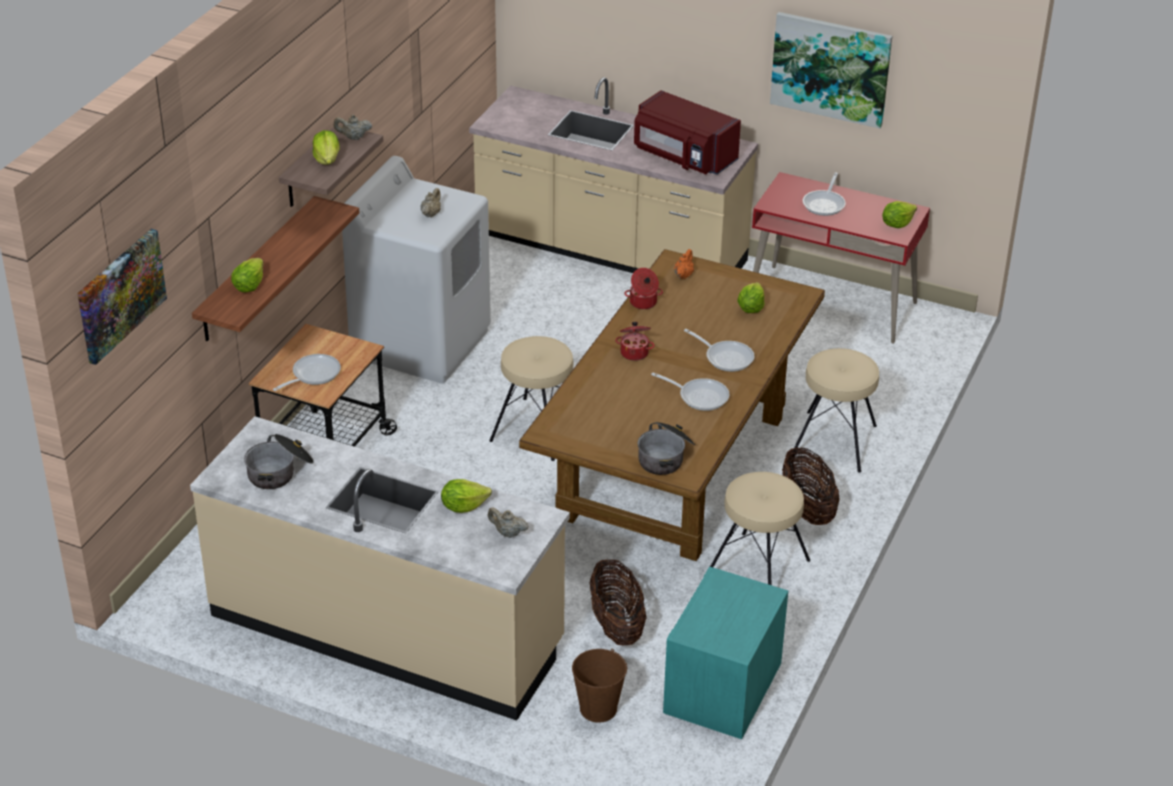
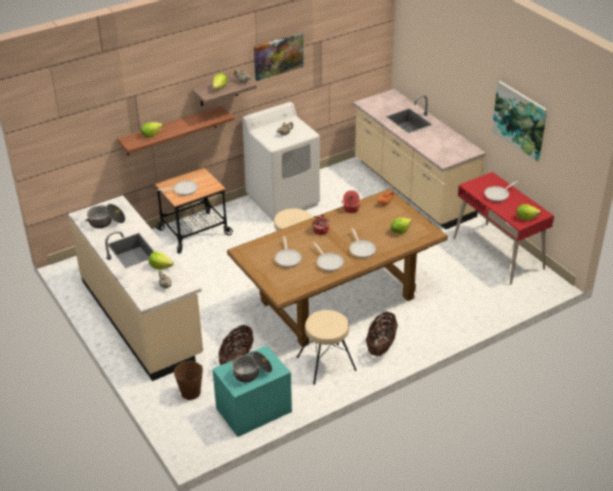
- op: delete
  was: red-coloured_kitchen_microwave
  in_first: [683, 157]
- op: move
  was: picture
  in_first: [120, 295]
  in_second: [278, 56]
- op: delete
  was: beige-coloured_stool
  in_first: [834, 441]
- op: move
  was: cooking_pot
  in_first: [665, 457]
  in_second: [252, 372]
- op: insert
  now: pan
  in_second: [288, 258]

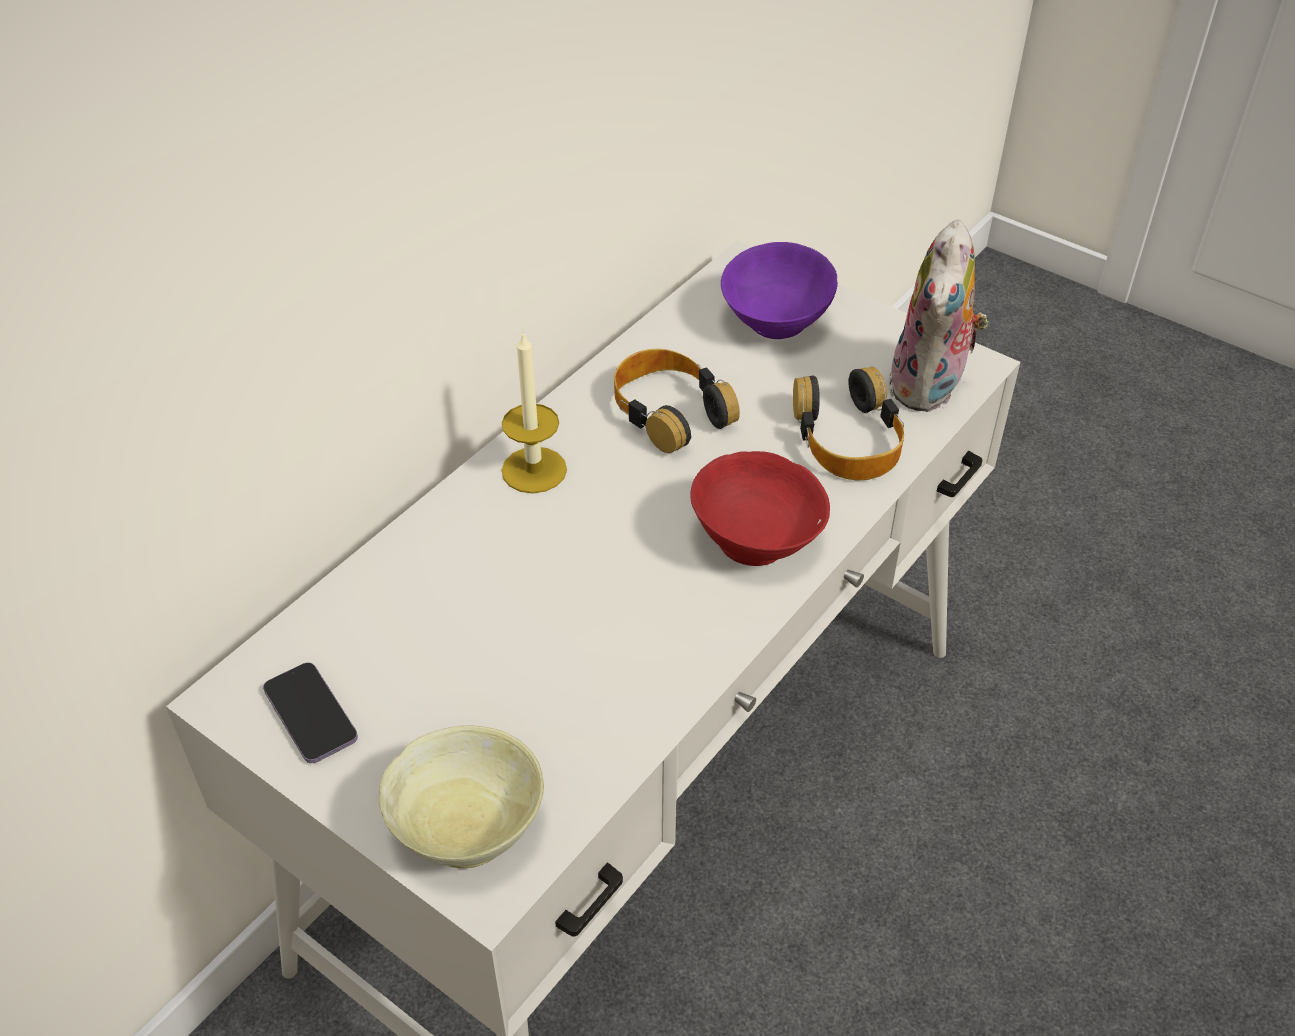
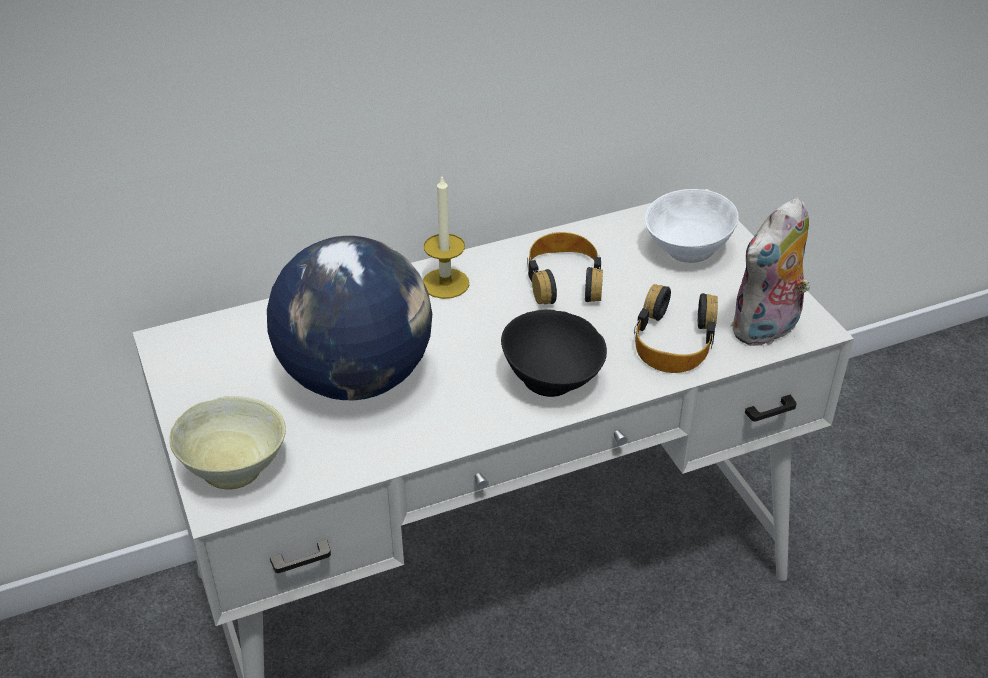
- op: recolor
  was: purple-coloured_deep_dish
  now: white_deep_dish
  in_first: [774, 323]
  in_second: [686, 250]
- op: recolor
  was: red-coloured_deep_dish
  now: blackish_deep_dish
  in_first: [757, 544]
  in_second: [552, 382]
- op: delete
  was: telephone
  in_first: [310, 715]
- op: insert
  now: globe
  in_second: [356, 377]

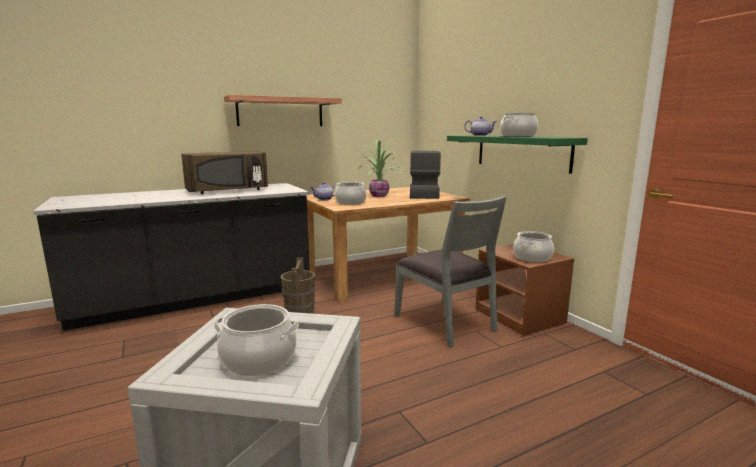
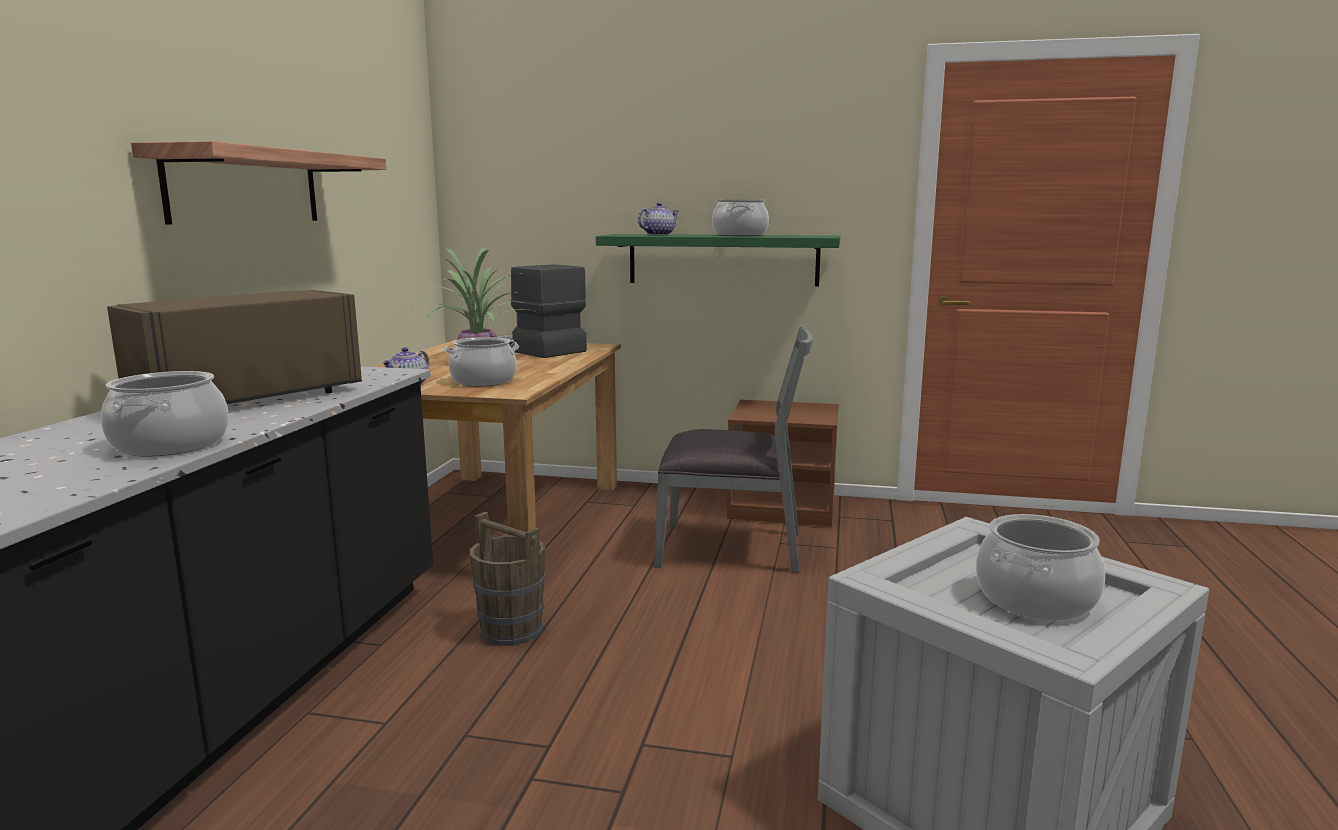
- op: rotate
  was: brownish_kitchen_microwave
  in_first: [228, 191]
  in_second: [245, 399]
  clockwise: -150
- op: move
  was: cooking_pot
  in_first: [532, 258]
  in_second: [171, 445]

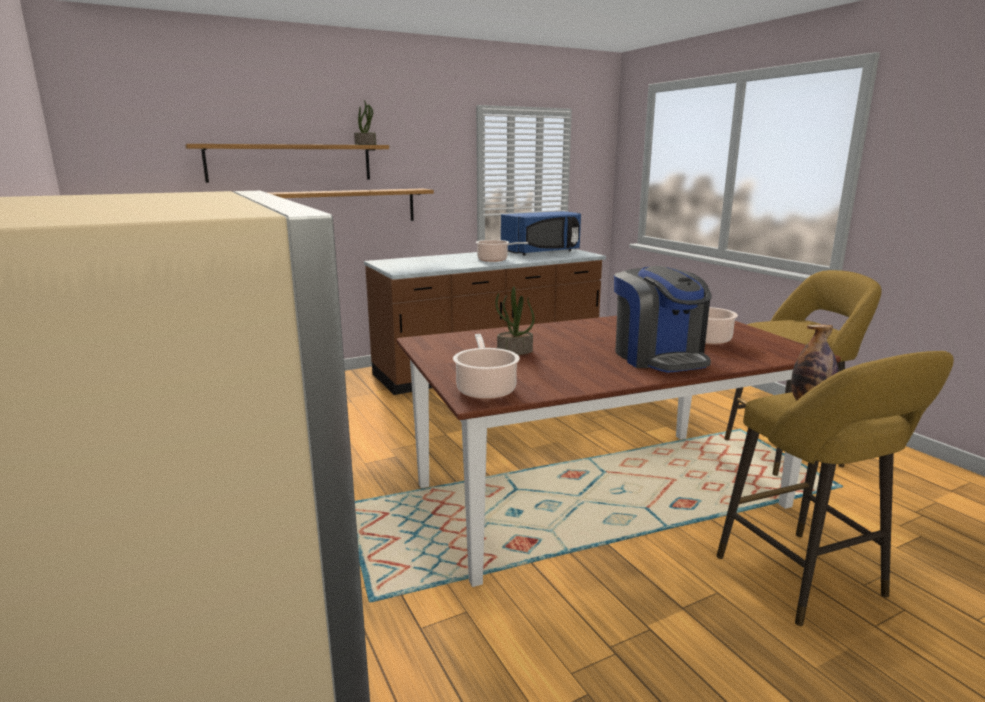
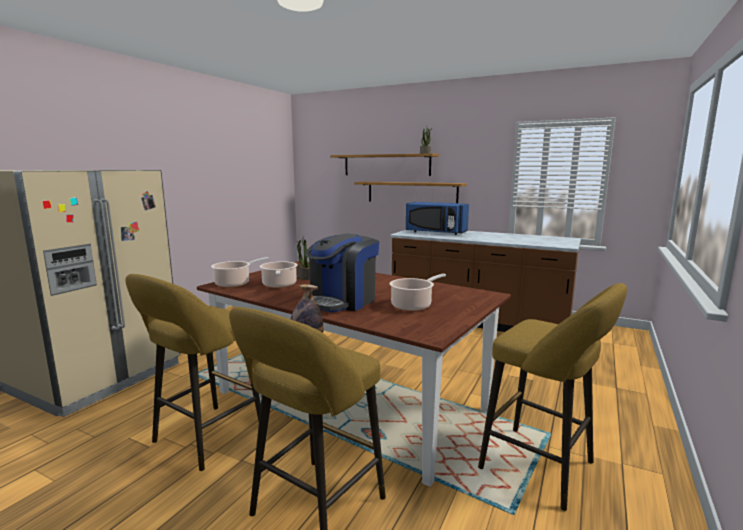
- op: move
  was: bluish_kitchen_microwave
  in_first: [542, 252]
  in_second: [435, 232]
- op: move
  was: cooking_pot
  in_first: [494, 260]
  in_second: [279, 285]
- op: insert
  now: yellow_stool
  in_second: [204, 439]

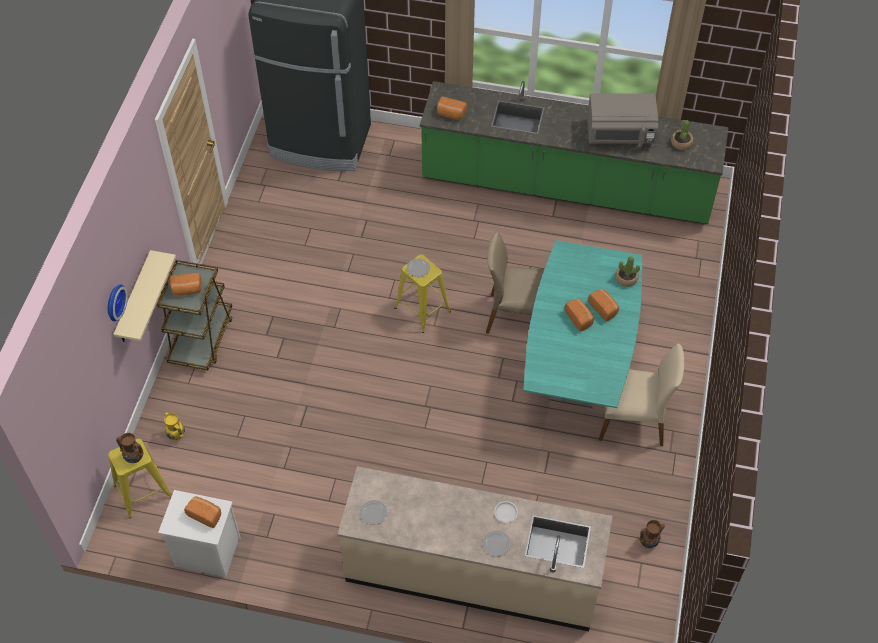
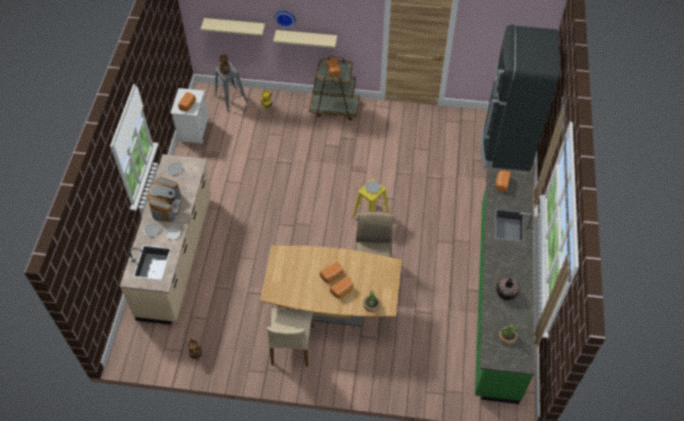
- op: replace
  was: grey_kitchen_microwave
  now: decorative_vase
  in_first: [620, 135]
  in_second: [506, 293]
- op: recolor
  was: turquoise_dining_table
  now: brownish_dining_table
  in_first: [577, 367]
  in_second: [332, 309]
- op: recolor
  was: yellow_stool
  now: grey_stool
  in_first: [143, 492]
  in_second: [231, 99]
- op: insert
  now: beige-coloured_wall_shelf
  in_second: [235, 27]
- op: insert
  now: coffee_machine
  in_second: [166, 206]

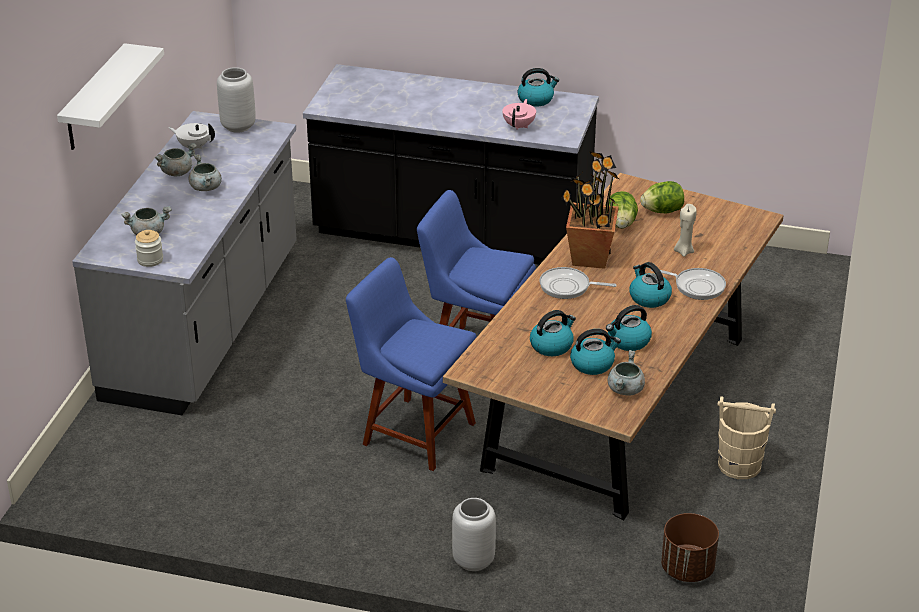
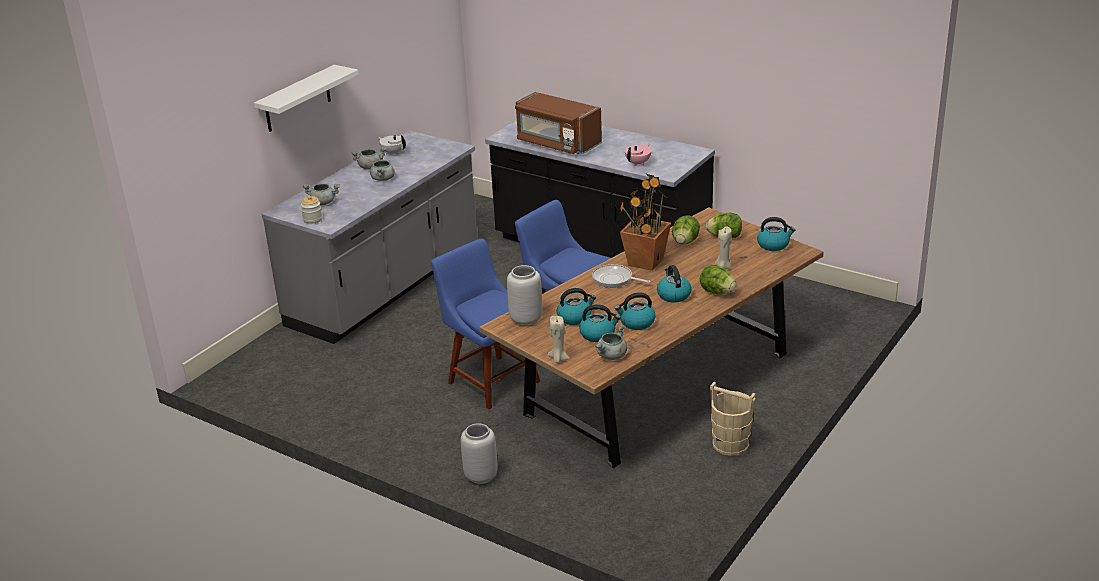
- op: move
  was: grey_decorative_vase
  in_first: [238, 126]
  in_second: [525, 320]
- op: move
  was: tea_kettle
  in_first: [536, 99]
  in_second: [773, 245]
- op: replace
  was: pan
  now: head_of_lettuce
  in_first: [696, 286]
  in_second: [717, 292]
- op: delete
  was: brownish_planter
  in_first: [687, 569]
- op: insert
  now: brownish_kitchen_microwave
  in_second: [557, 143]
- op: insert
  now: beige-coloured_candle
  in_second: [558, 359]

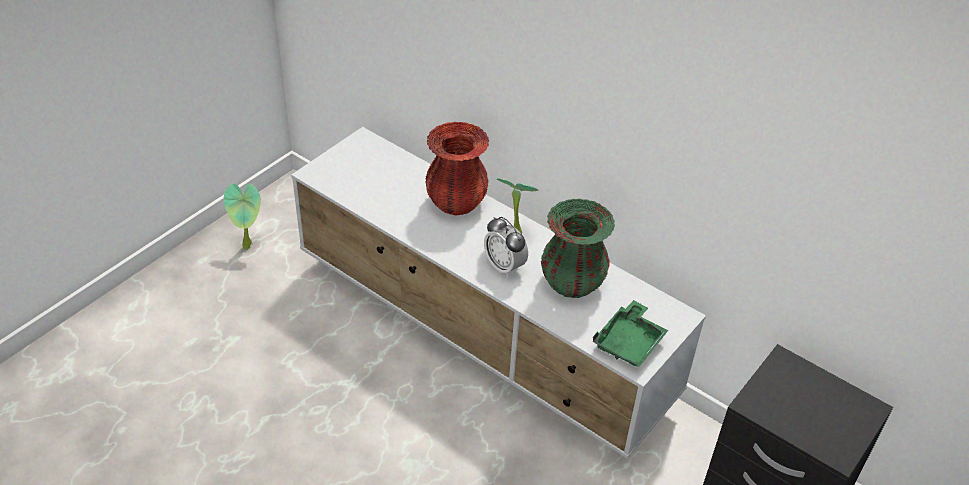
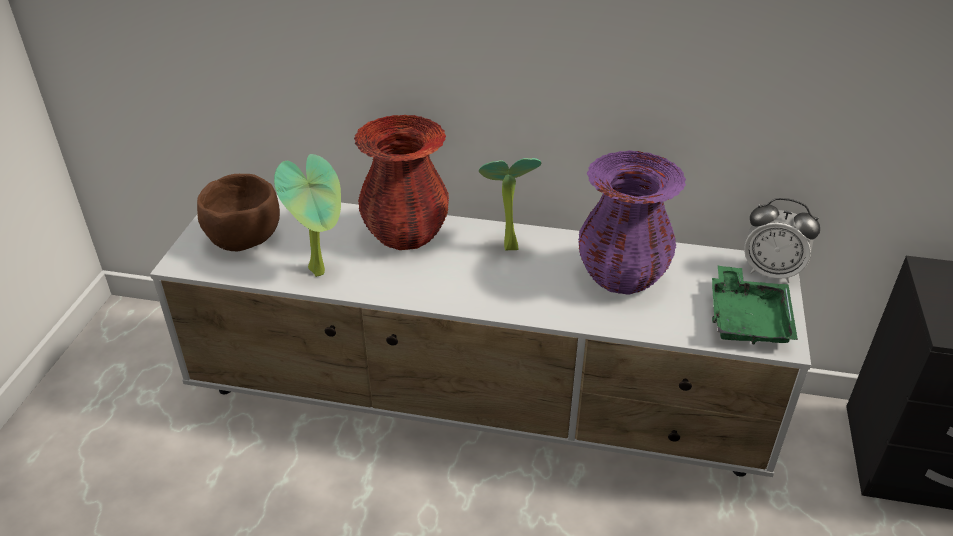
- op: move
  was: plant_in_a_pot
  in_first: [249, 246]
  in_second: [322, 270]
- op: recolor
  was: green-coloured_decorative_vase
  now: purple-coloured_decorative_vase
  in_first: [572, 283]
  in_second: [622, 276]
- op: move
  was: bedside_clock
  in_first: [504, 266]
  in_second: [771, 272]
- op: insert
  now: brownish_deep_dish
  in_second: [246, 238]

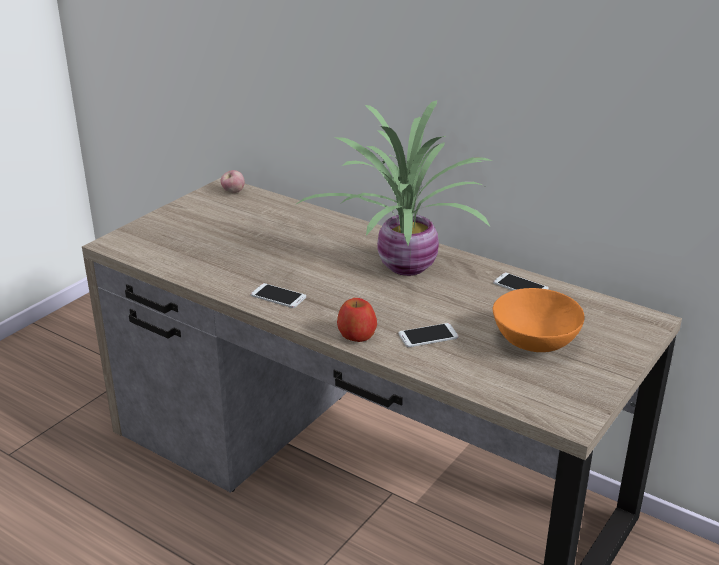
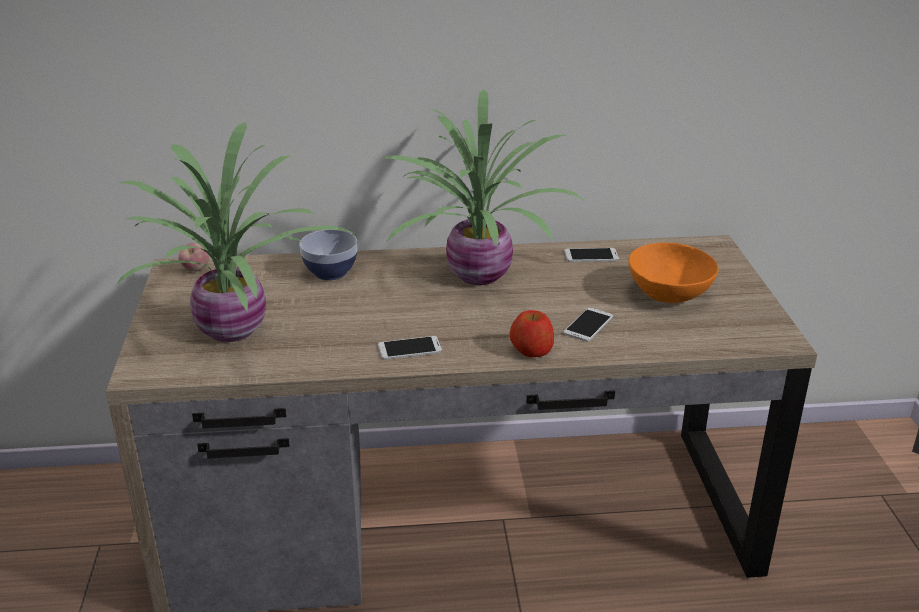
- op: insert
  now: plant_in_a_pot
  in_second: [236, 330]
- op: insert
  now: deep_dish
  in_second: [330, 272]

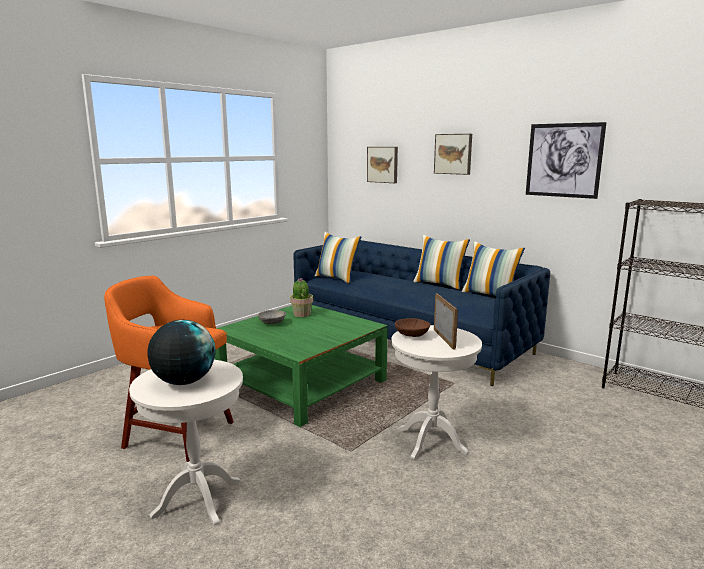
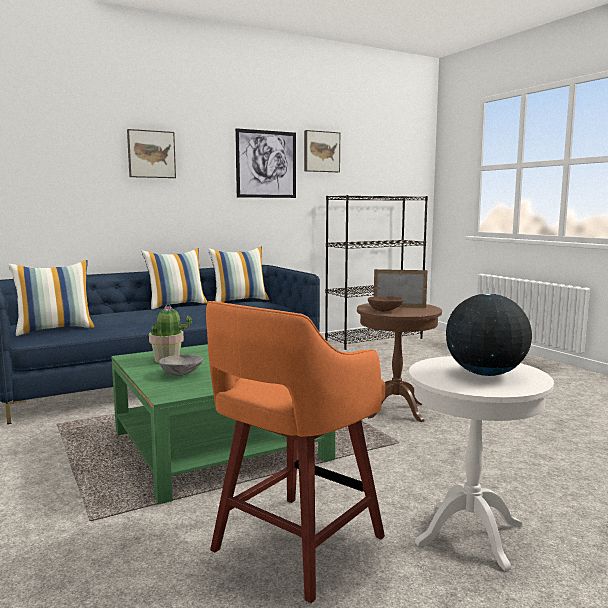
- op: move
  was: picture
  in_first: [383, 164]
  in_second: [321, 151]
- op: recolor
  was: white_side_table
  now: brownish_side_table
  in_first: [431, 441]
  in_second: [396, 410]

